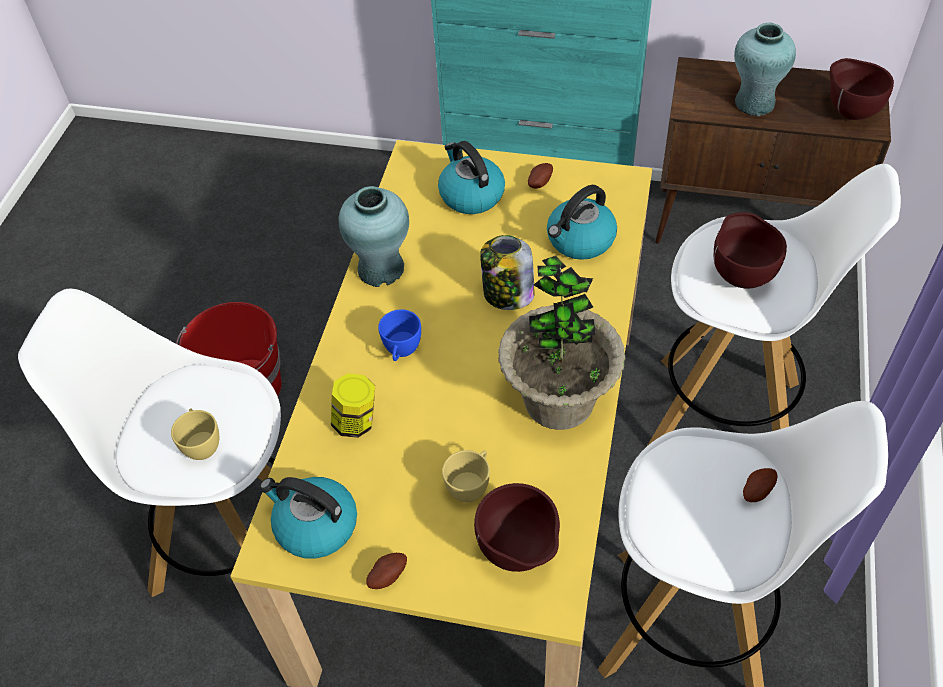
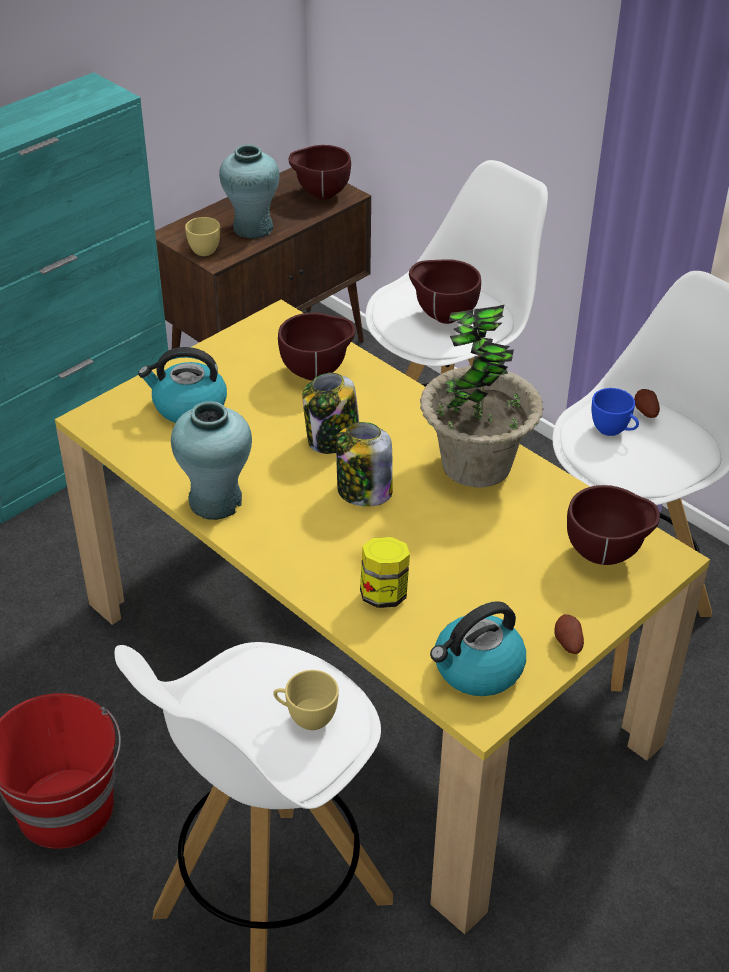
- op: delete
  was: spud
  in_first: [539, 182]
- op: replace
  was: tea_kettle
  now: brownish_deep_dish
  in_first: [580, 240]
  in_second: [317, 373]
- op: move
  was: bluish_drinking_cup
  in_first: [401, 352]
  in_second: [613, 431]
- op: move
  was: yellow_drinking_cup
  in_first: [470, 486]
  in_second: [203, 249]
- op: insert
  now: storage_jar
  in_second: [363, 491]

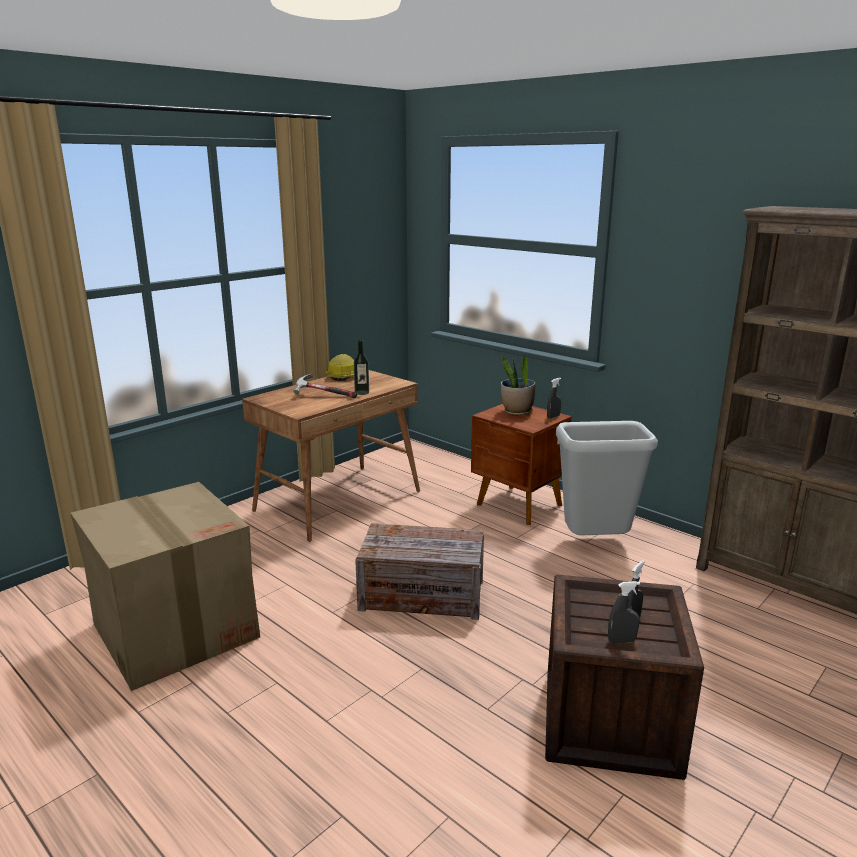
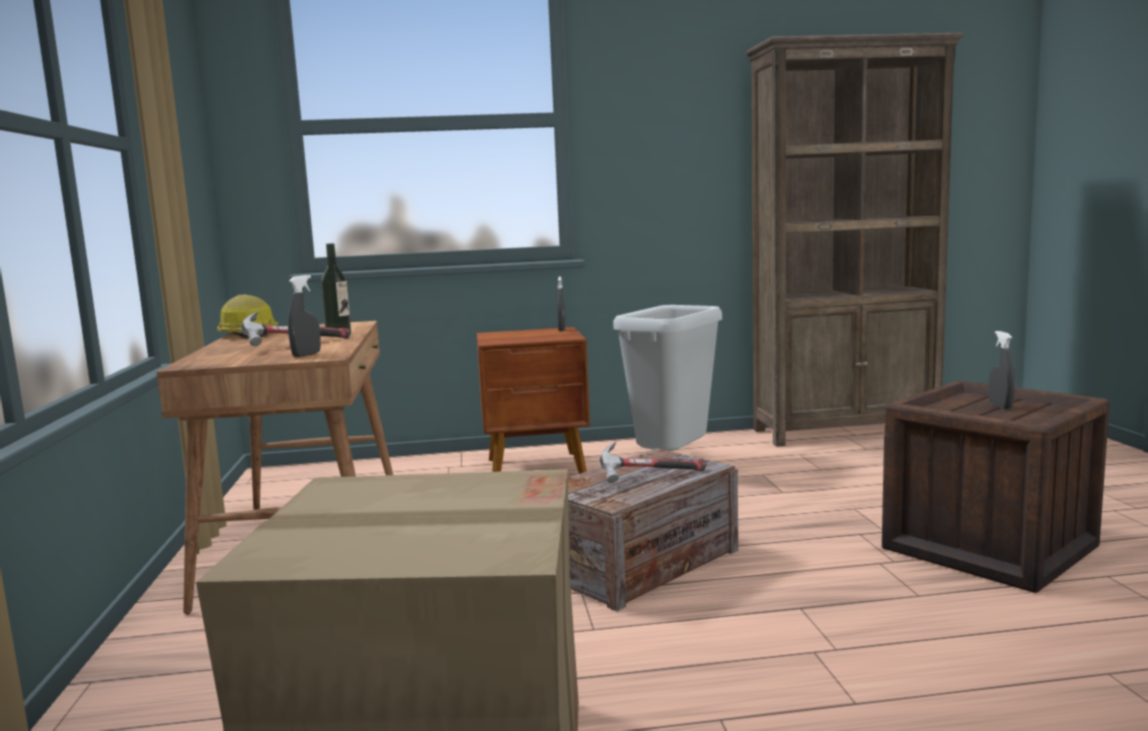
- op: delete
  was: plant_in_a_pot
  in_first: [517, 412]
- op: move
  was: grey_hand_sprayer
  in_first: [621, 641]
  in_second: [306, 355]
- op: insert
  now: hand_hammer
  in_second: [650, 477]

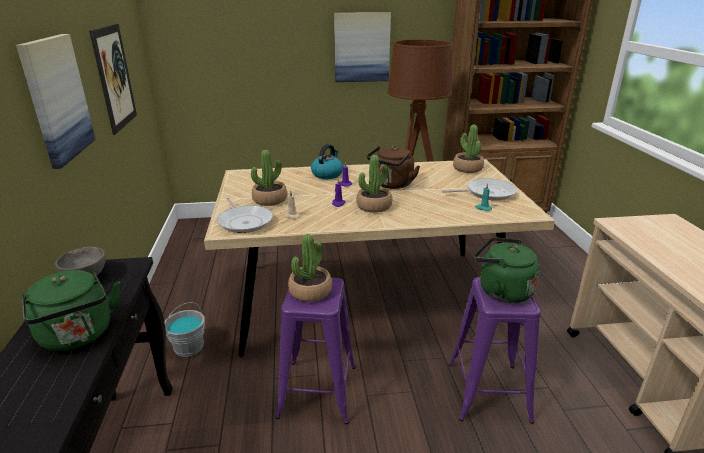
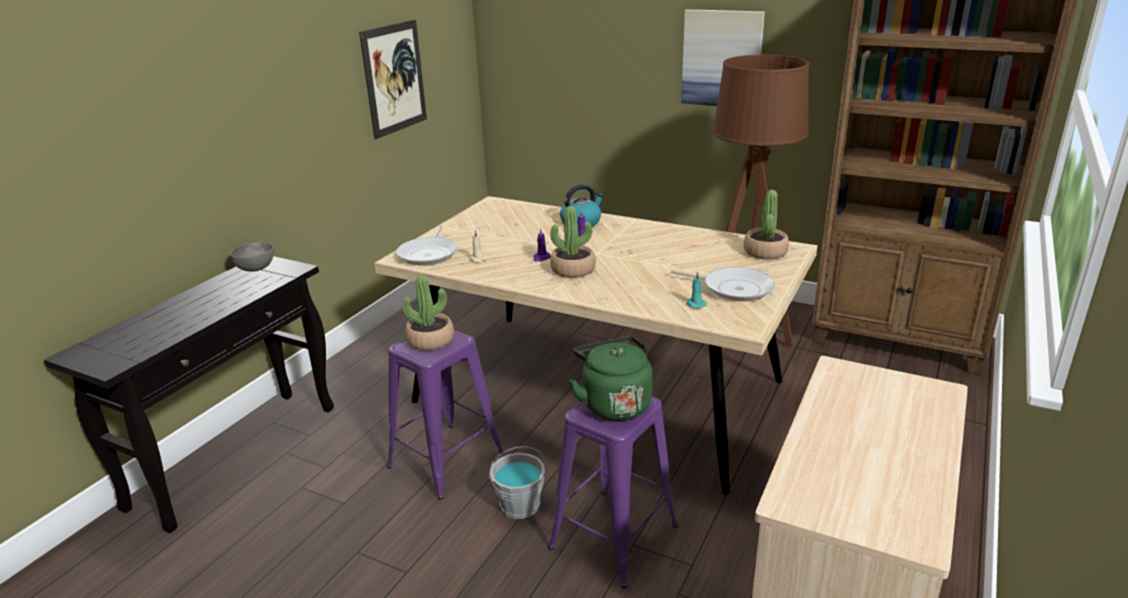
- op: delete
  was: picture
  in_first: [57, 99]
- op: delete
  was: brownish_tea_kettle
  in_first: [392, 185]
- op: delete
  was: plant_in_a_pot
  in_first: [270, 200]
- op: delete
  was: green-coloured_tea_kettle
  in_first: [78, 336]
- op: move
  was: grey_pail
  in_first: [189, 347]
  in_second: [520, 505]

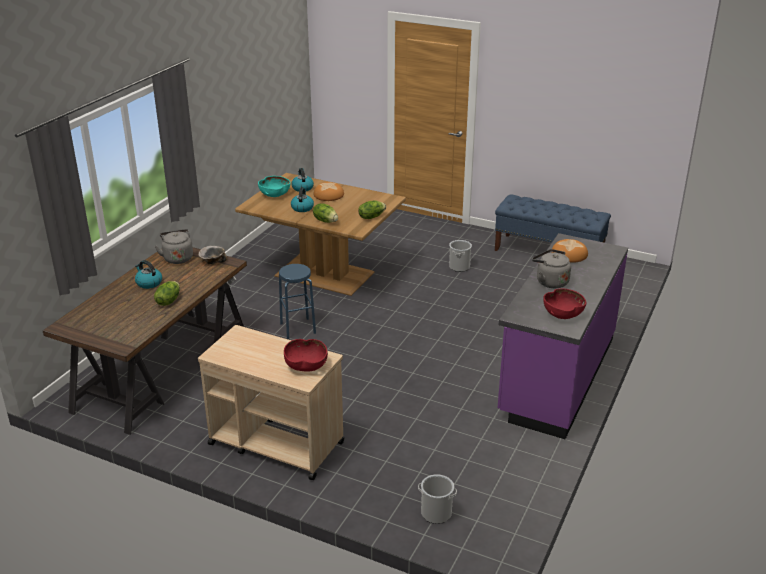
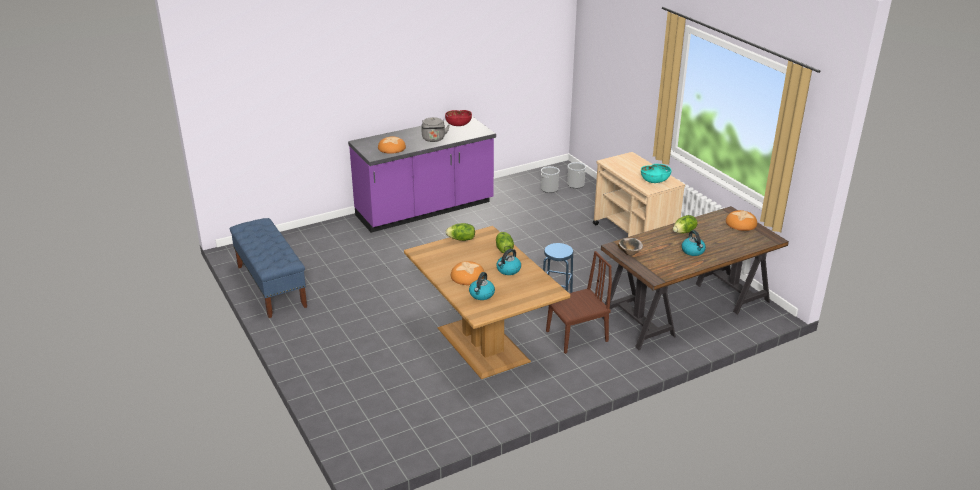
- op: move
  was: turquoise_deep_dish
  in_first: [274, 195]
  in_second: [655, 181]
- op: delete
  was: grey_tea_kettle
  in_first: [177, 258]
- op: move
  was: pail
  in_first: [459, 267]
  in_second: [549, 189]
- op: delete
  was: red-coloured_deep_dish
  in_first: [306, 366]
- op: insert
  now: bread
  in_second: [740, 223]
- op: insert
  now: brownish_plain_chair
  in_second: [576, 336]

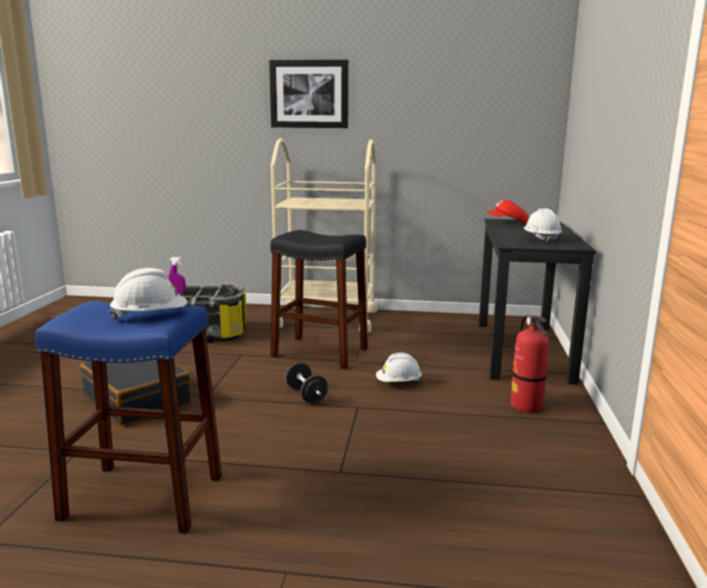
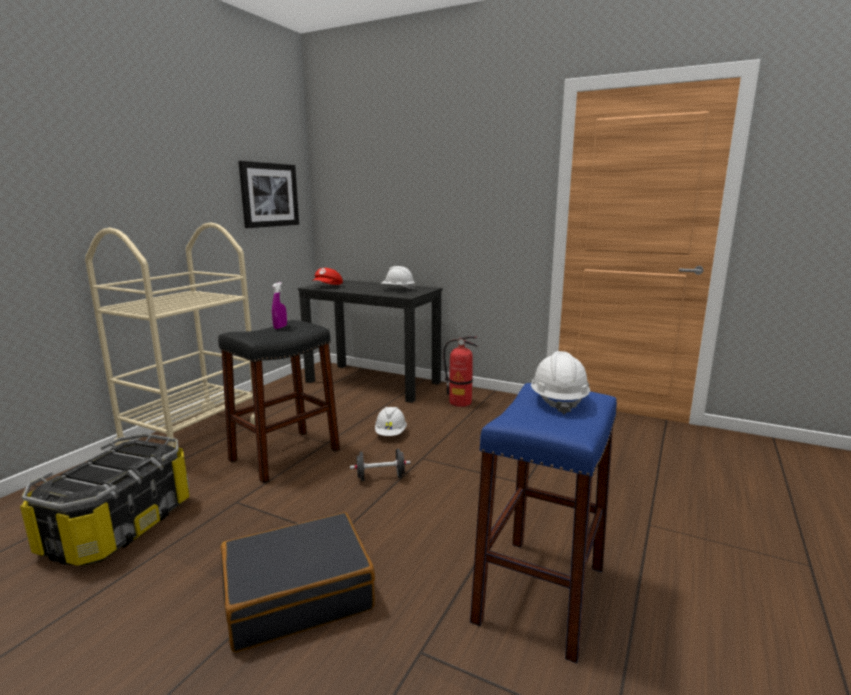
- op: move
  was: picture
  in_first: [309, 94]
  in_second: [269, 195]
- op: move
  was: purple-coloured_hand_sprayer
  in_first: [177, 293]
  in_second: [280, 327]

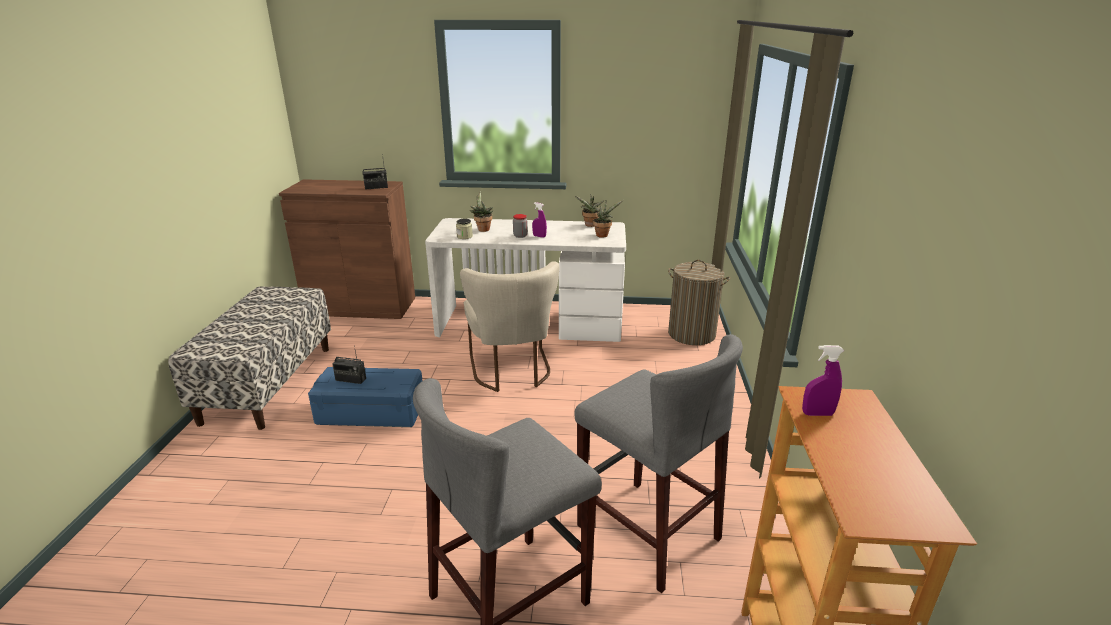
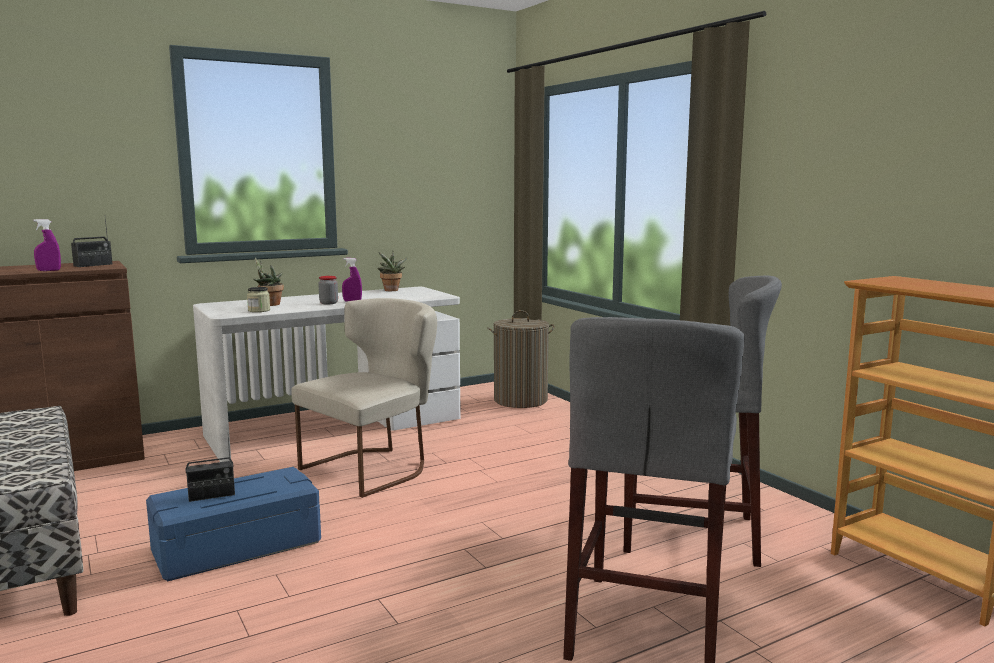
- op: delete
  was: plant_in_a_pot
  in_first: [603, 235]
- op: rotate
  was: beige-coloured_plain_chair
  in_first: [512, 372]
  in_second: [374, 467]
  clockwise: -90
- op: move
  was: purple-coloured_hand_sprayer
  in_first: [817, 414]
  in_second: [49, 270]

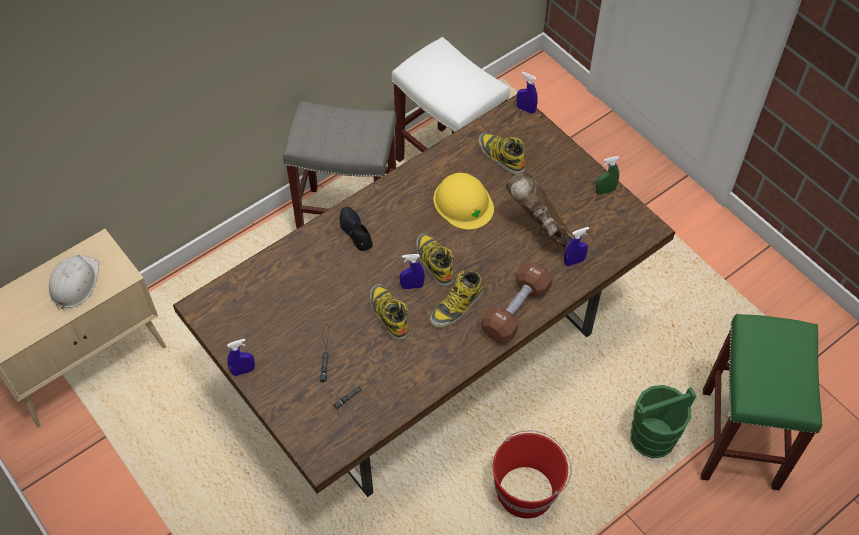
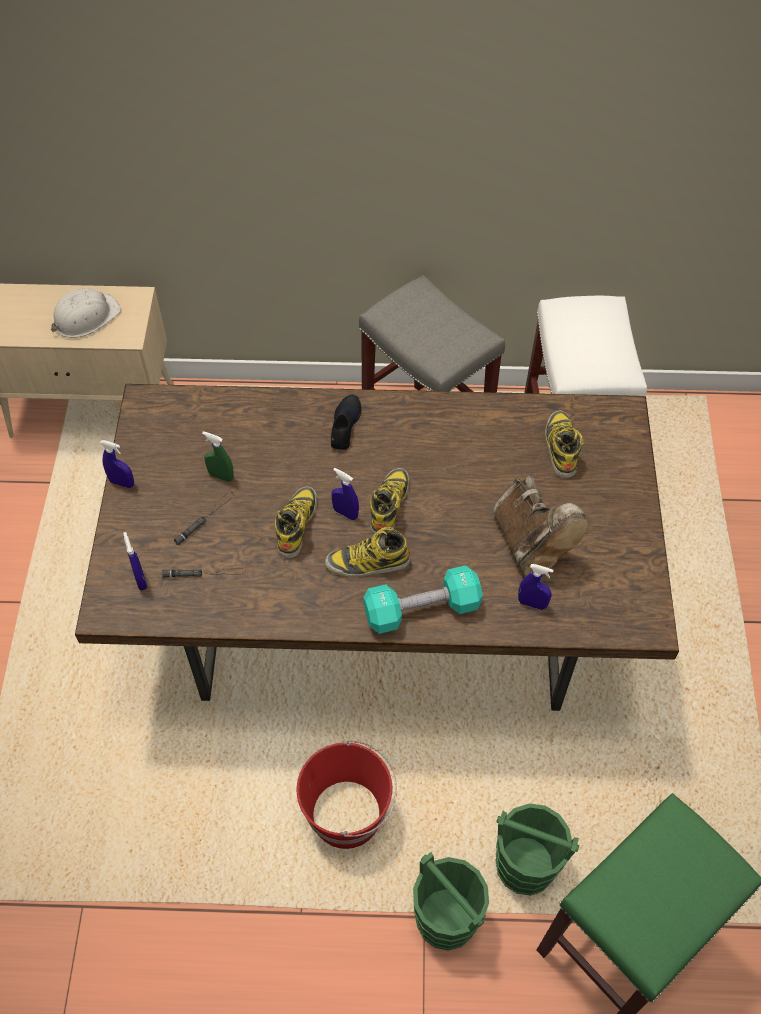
- op: move
  was: bluish_hand_sprayer
  in_first: [525, 109]
  in_second: [140, 579]
- op: move
  was: green-coloured_hand_sprayer
  in_first: [605, 191]
  in_second: [221, 476]
- op: delete
  was: yellow_safety_helmet
  in_first: [463, 202]
- op: rotate
  was: brownish_high-top_boot
  in_first: [540, 228]
  in_second: [530, 544]
  clockwise: 150
- op: recolor
  was: brownish_dumbbell
  now: turquoise_dumbbell
  in_first: [516, 310]
  in_second: [422, 609]
- op: insert
  now: green-coloured_pail
  in_second: [446, 918]

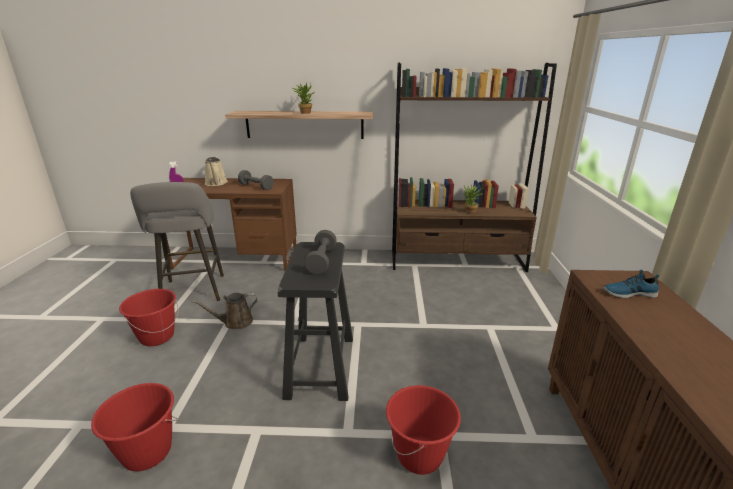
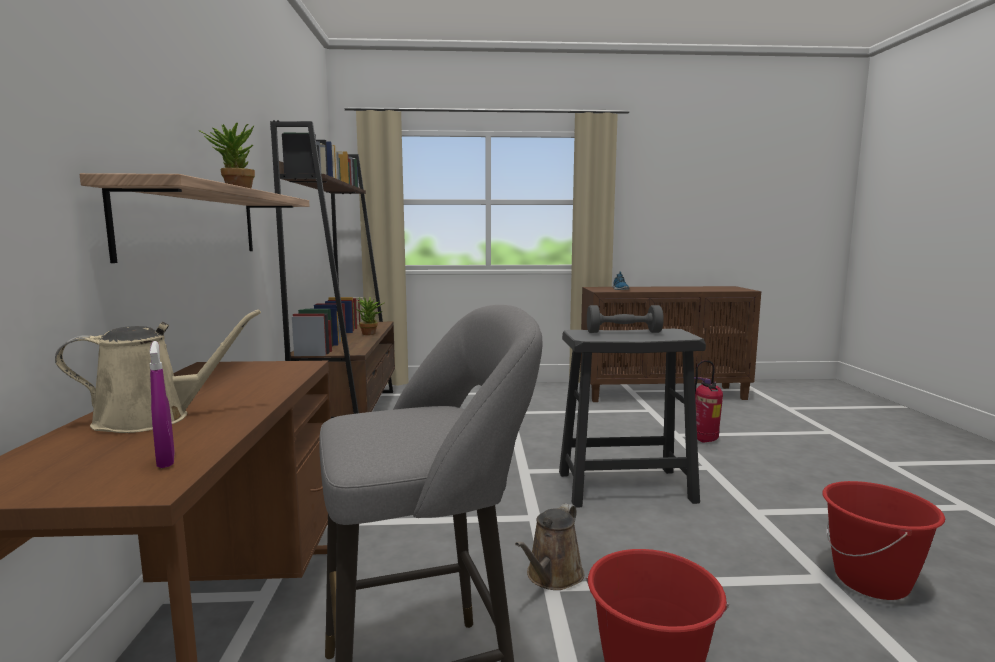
- op: delete
  was: grey_dumbbell
  in_first: [256, 187]
- op: rotate
  was: brownish_watering_pot
  in_first: [235, 322]
  in_second: [552, 576]
  clockwise: 60
- op: replace
  was: red-coloured_pail
  now: fire_extinguisher
  in_first: [420, 455]
  in_second: [703, 441]

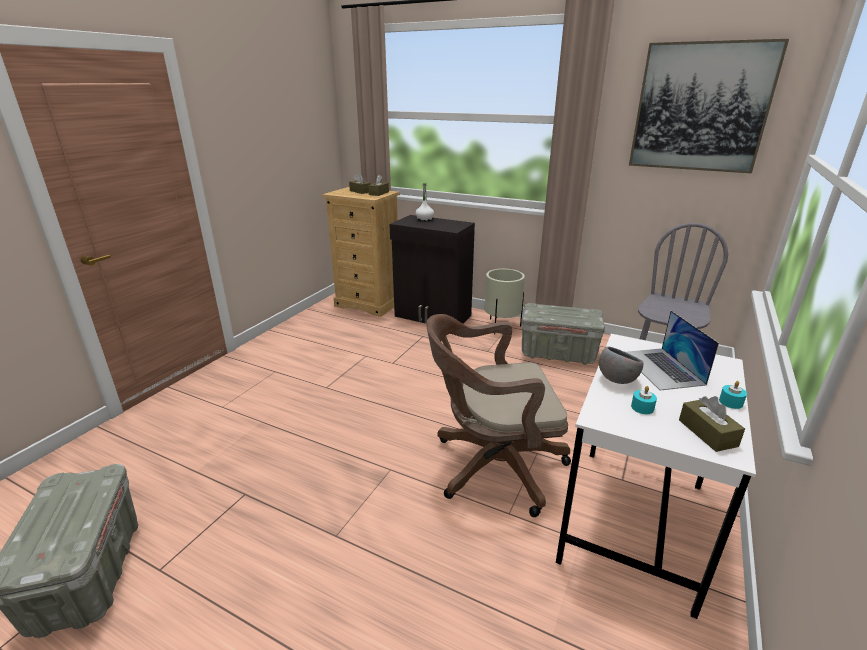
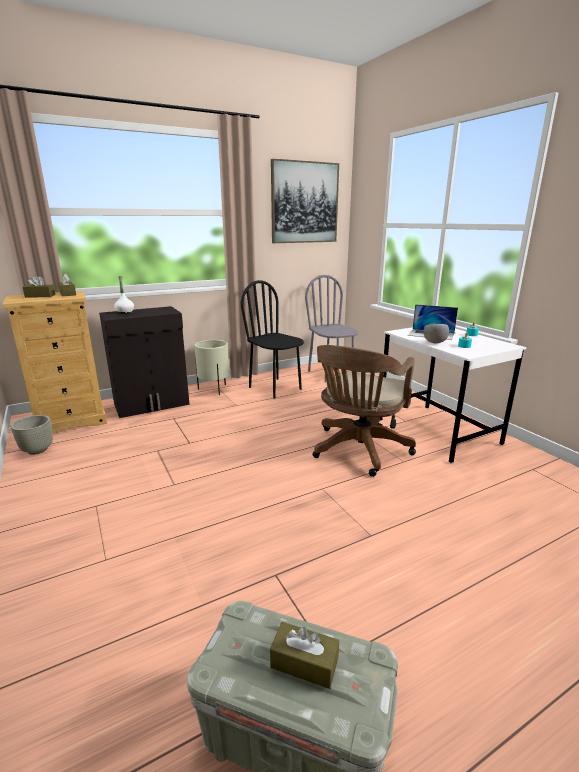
- op: replace
  was: grey_storage_box
  now: blackish_plain_chair
  in_first: [558, 353]
  in_second: [275, 388]
- op: move
  was: brownish_tissue_holder
  in_first: [707, 433]
  in_second: [304, 663]
- op: insert
  now: grey_planter
  in_second: [37, 450]

